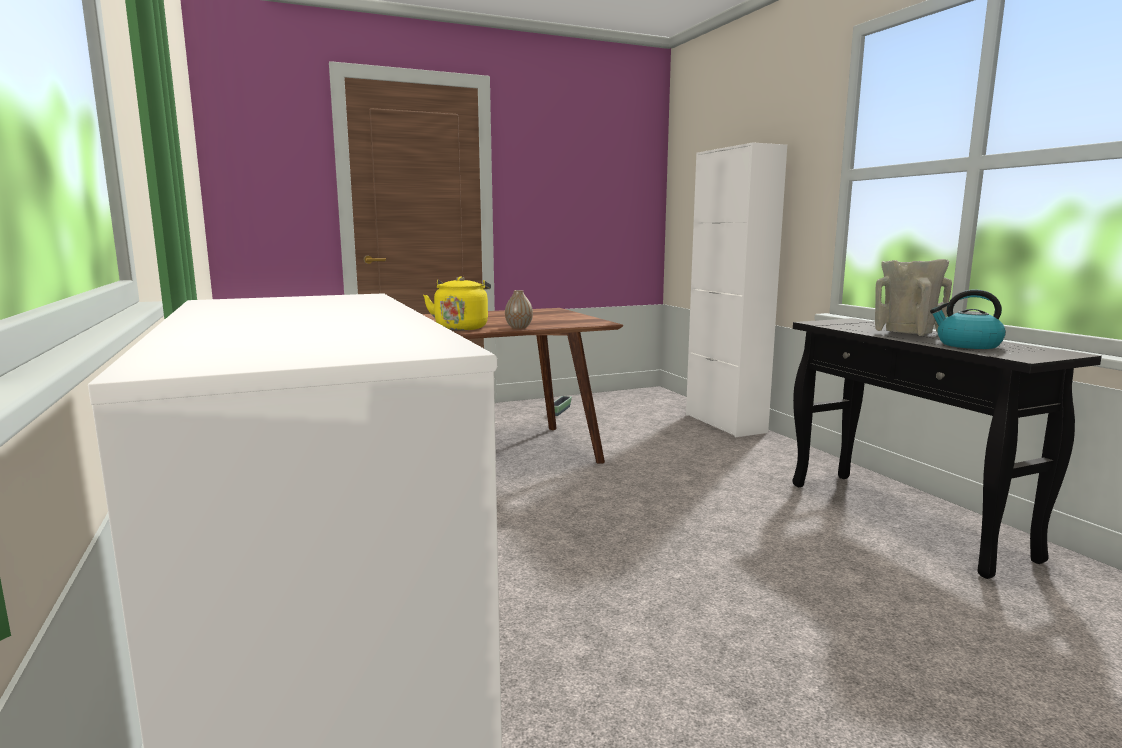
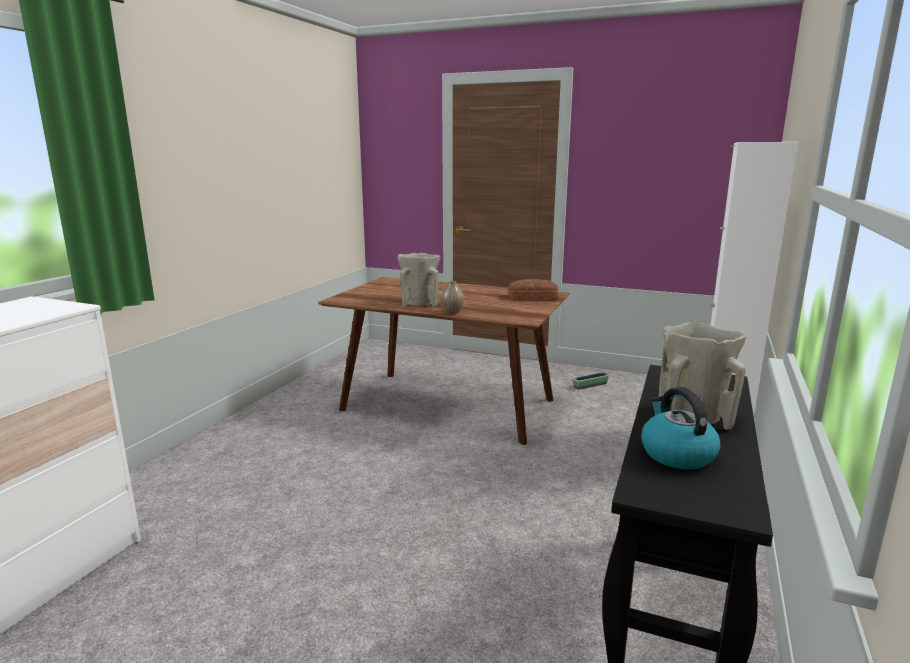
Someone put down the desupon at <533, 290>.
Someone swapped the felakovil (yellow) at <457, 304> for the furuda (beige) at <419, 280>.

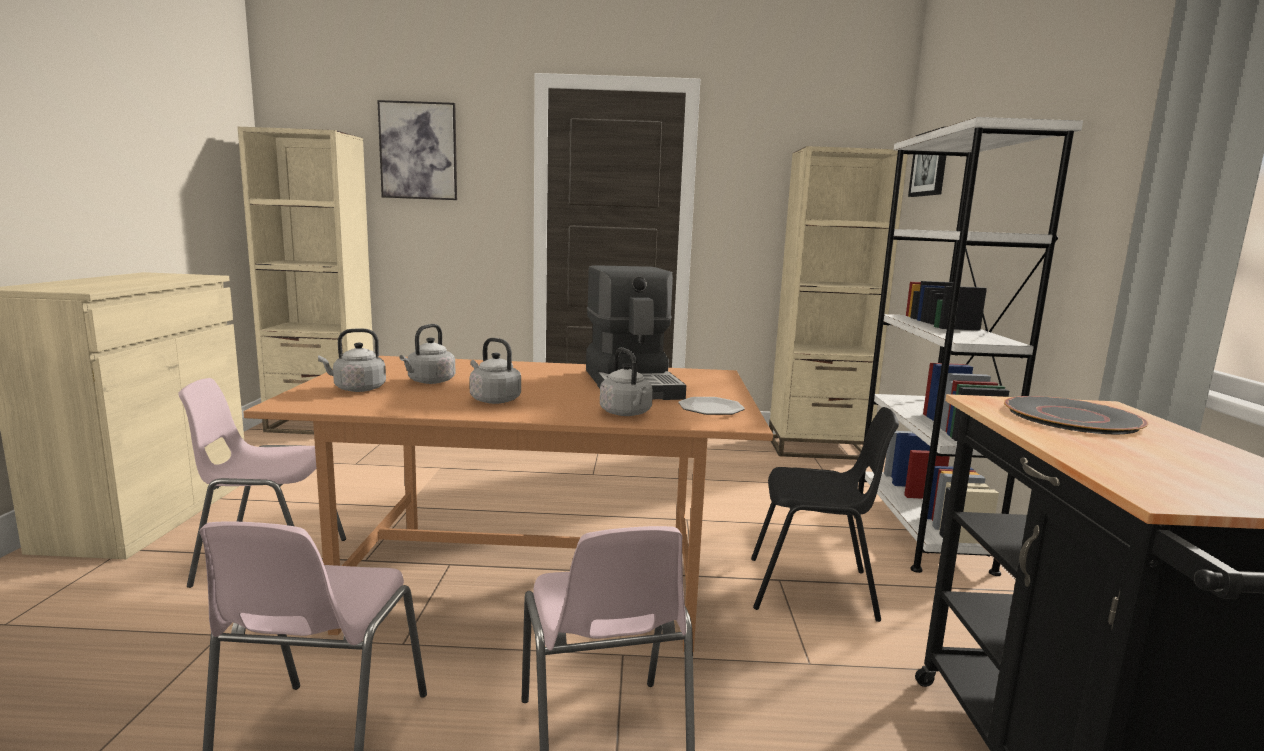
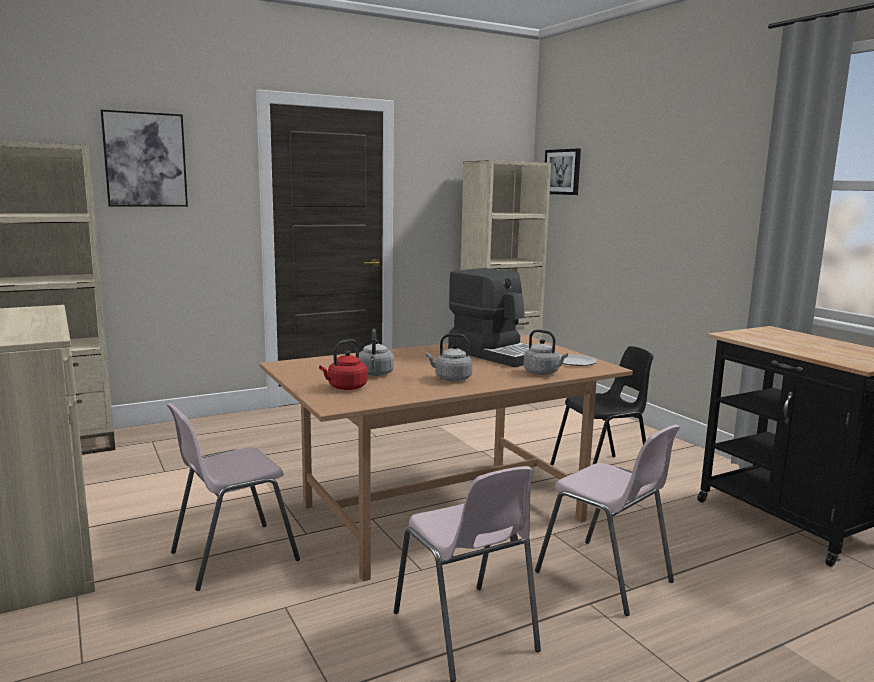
Someone took away the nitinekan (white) at <970, 346>.
Someone took away the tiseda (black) at <1076, 415>.
Someone repainted the felakovil (grey) at <352, 360>, which became the felakovil (red) at <343, 364>.

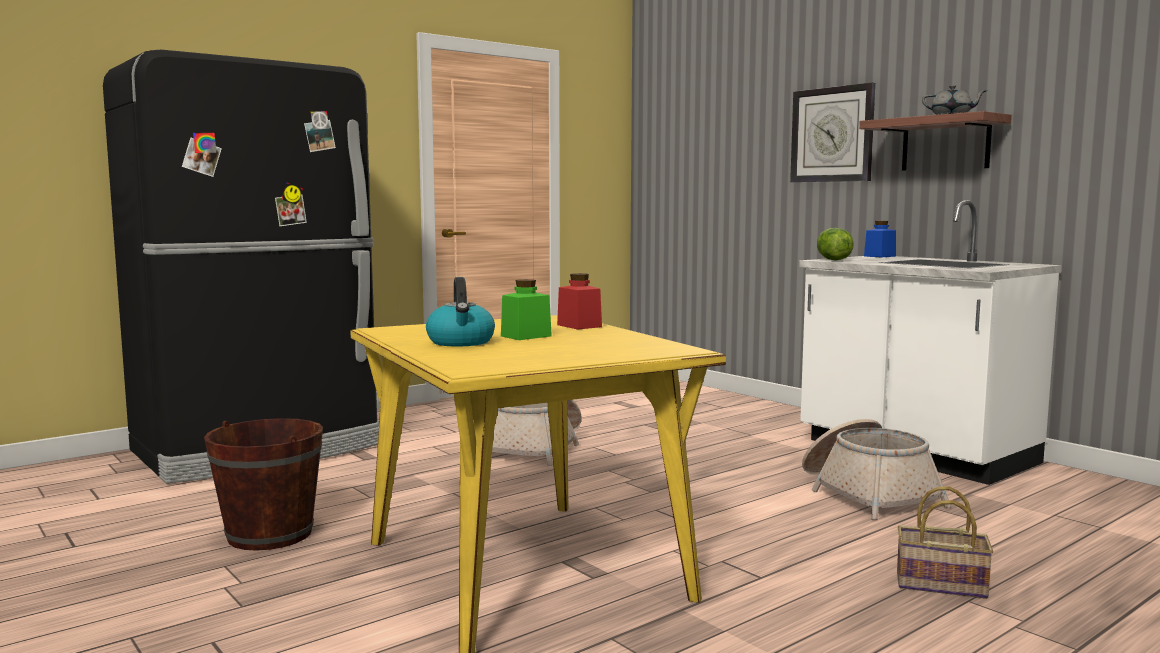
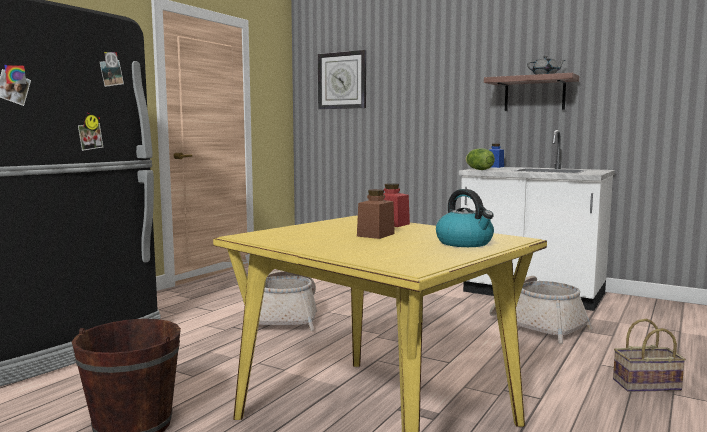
Someone carried the felakovil from <460, 312> to <465, 218>.
Someone carried the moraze from <832, 132> to <342, 79>.
Someone repainted the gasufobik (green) at <526, 309>, which became the gasufobik (brown) at <376, 214>.

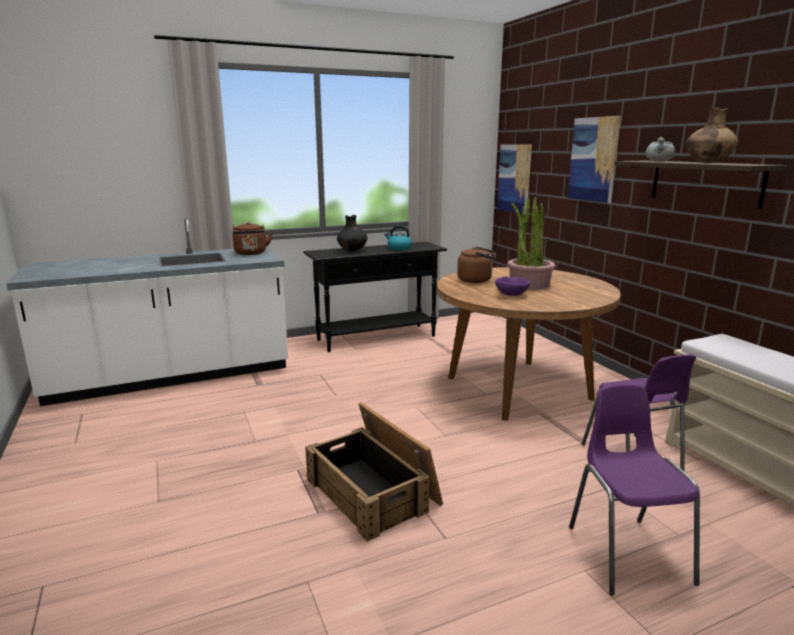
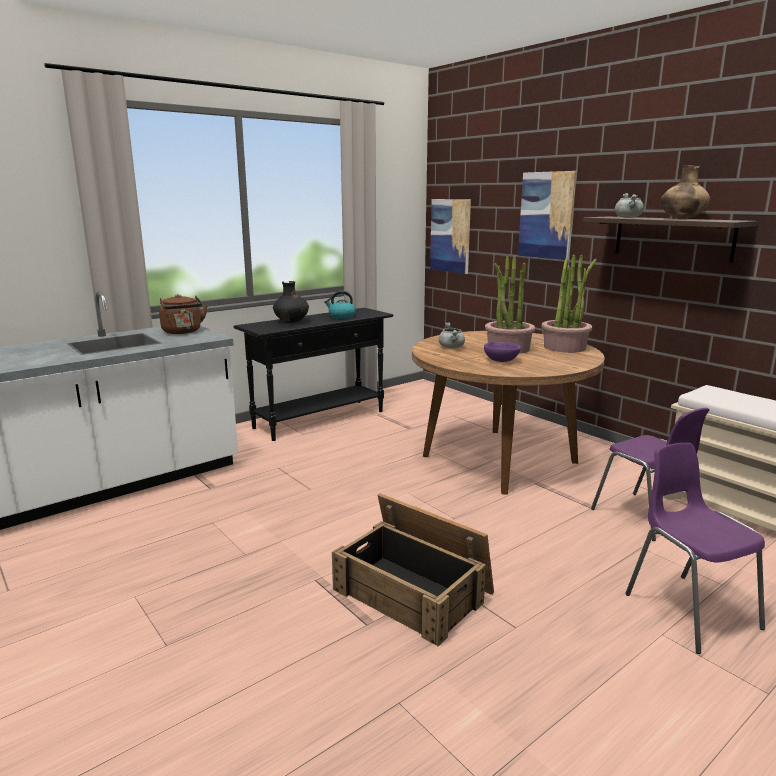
Someone put down the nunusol at <569, 303>.
Someone swapped the felakovil (brown) at <476, 265> for the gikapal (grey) at <451, 335>.

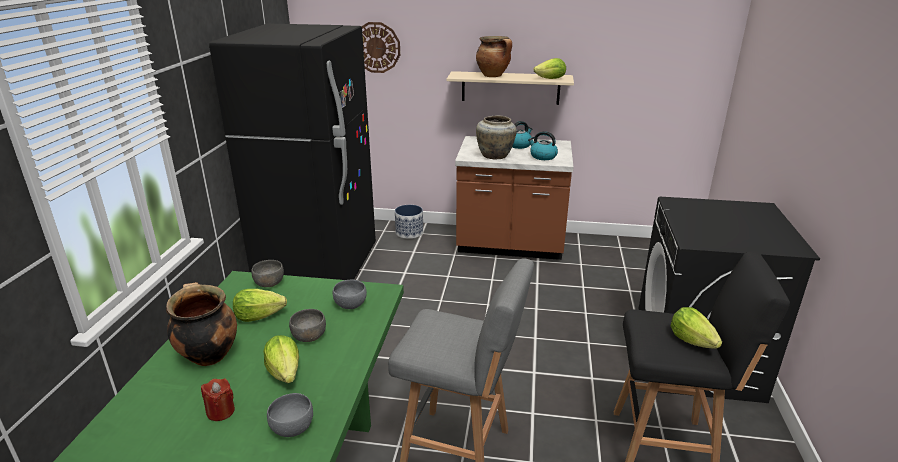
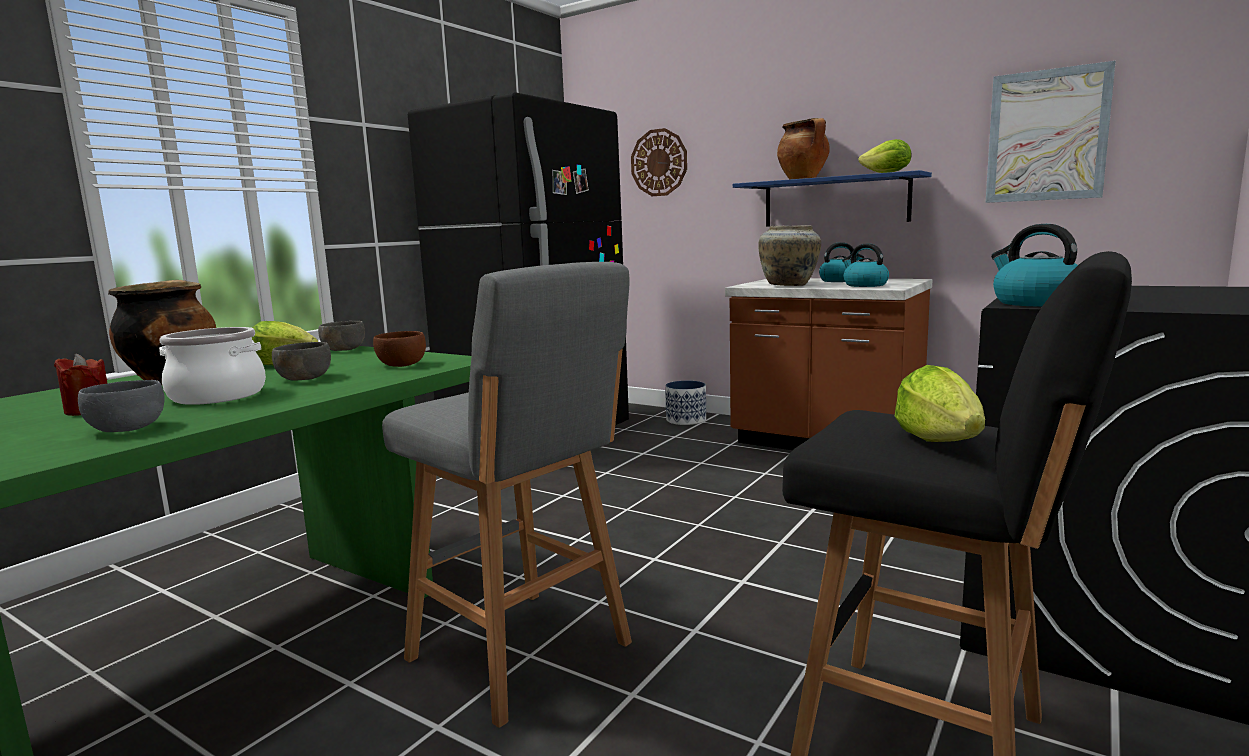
Someone put up the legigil at <1050, 132>.
Someone put down the felakovil at <1034, 265>.
Someone swapped the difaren at <281, 359> for the gikapal at <212, 366>.
Someone repainted the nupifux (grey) at <350, 294>, which became the nupifux (brown) at <399, 349>.
Someone repainted the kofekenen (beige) at <510, 88>, which became the kofekenen (blue) at <832, 198>.

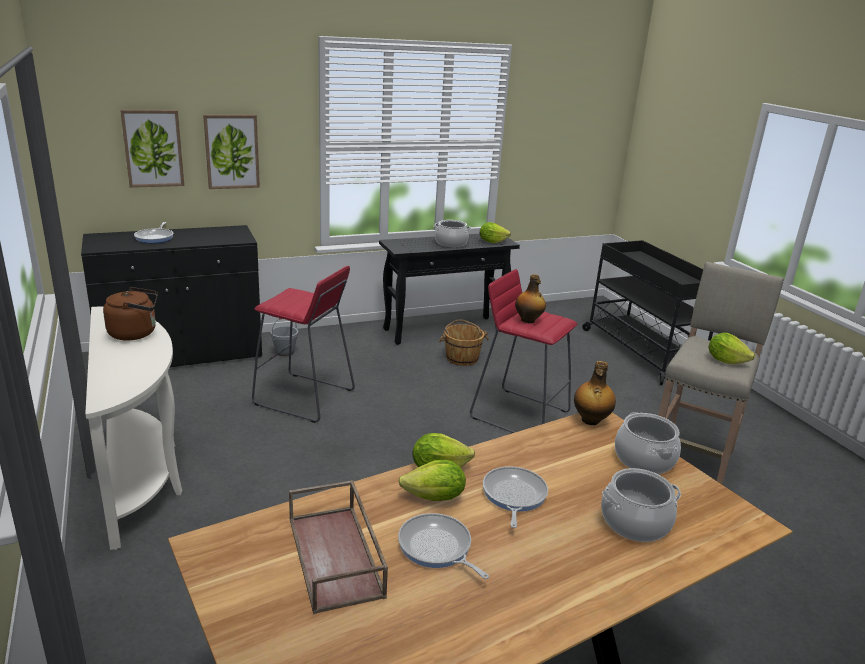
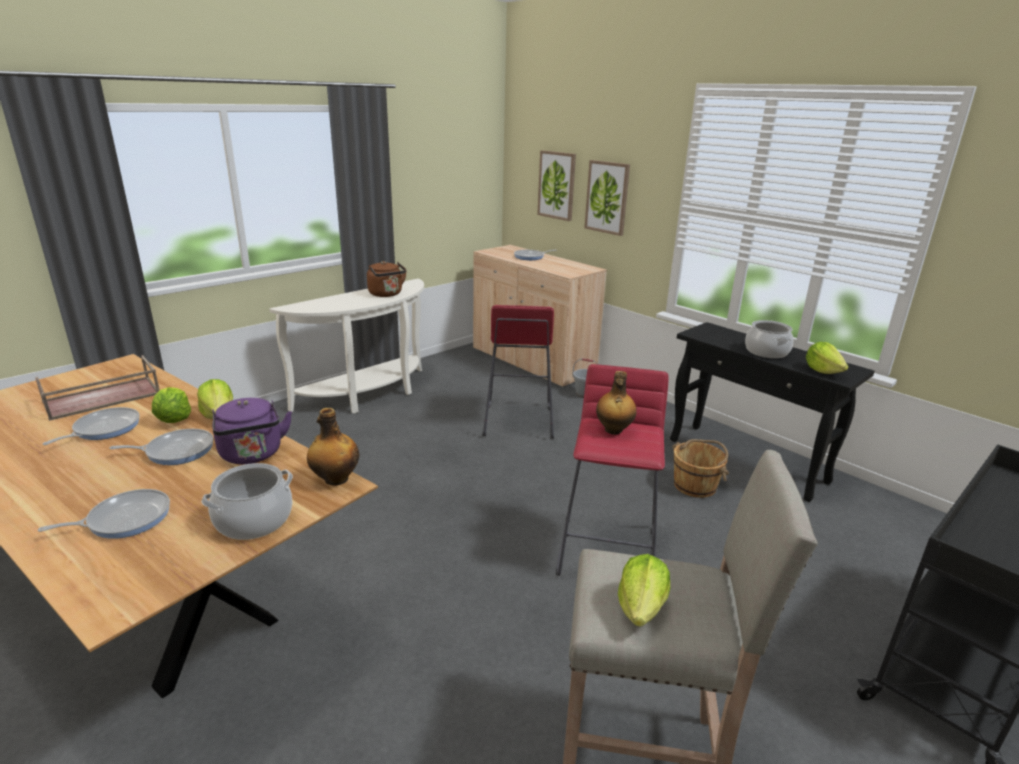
Someone put down the felakovil (purple) at <252, 431>.
Someone swapped the gikapal at <641, 505> for the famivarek at <104, 514>.
Someone repainted the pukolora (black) at <171, 296>, which became the pukolora (beige) at <540, 316>.

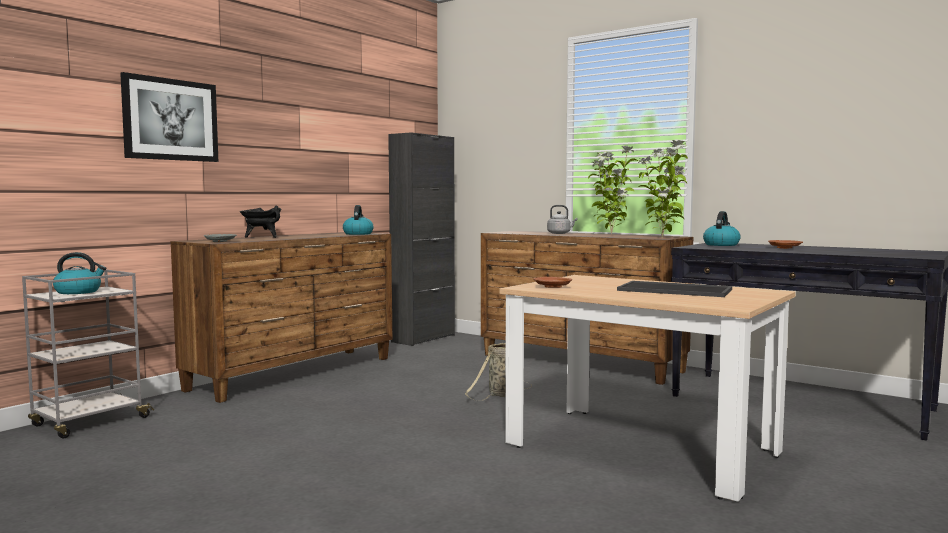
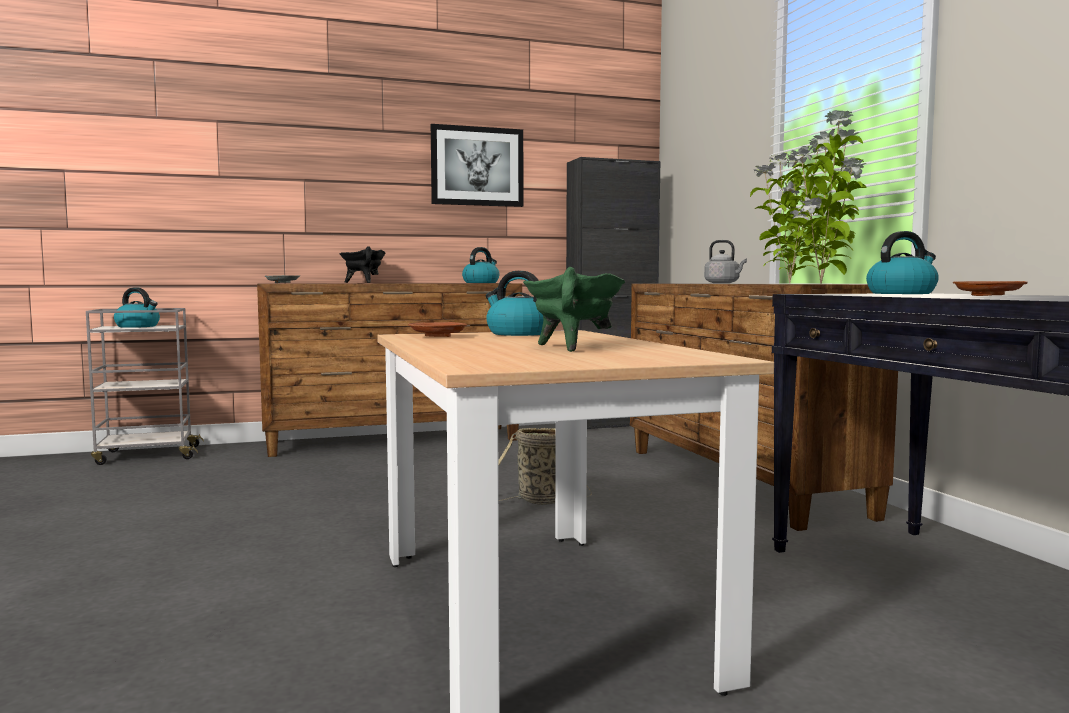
Someone put down the felakovil at <514, 303>.
Someone carried the legigil from <169, 117> to <477, 165>.
Someone swapped the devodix at <674, 289> for the gikapal (green) at <574, 309>.

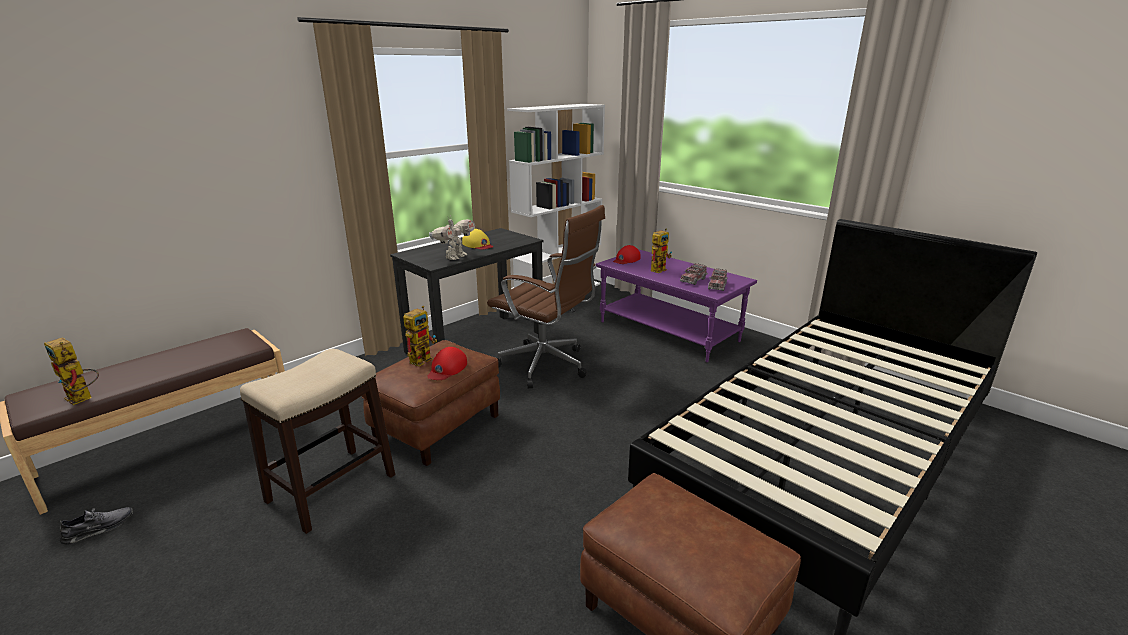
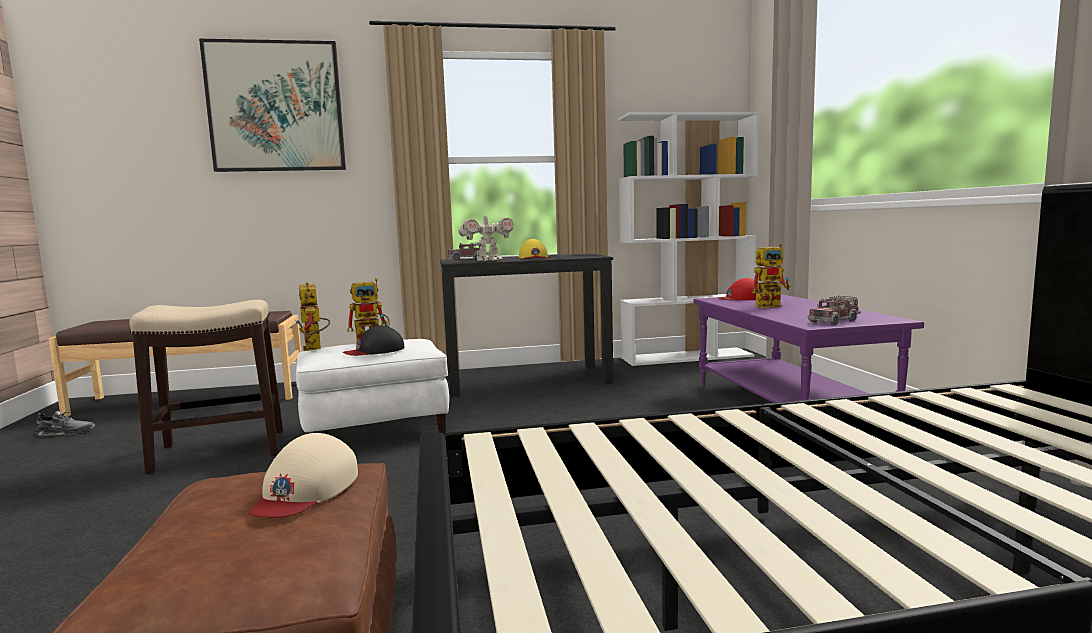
Someone took away the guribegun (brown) at <546, 297>.
Someone put up the legigil at <272, 105>.
Someone put down the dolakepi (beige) at <303, 475>.
Someone carried the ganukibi from <71, 371> to <312, 316>.
Someone carried the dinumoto from <694, 274> to <467, 251>.
Someone repainted the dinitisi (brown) at <431, 403>, which became the dinitisi (white) at <372, 387>.
Someone repainted the dolakepi (red) at <447, 363>, which became the dolakepi (black) at <374, 340>.

